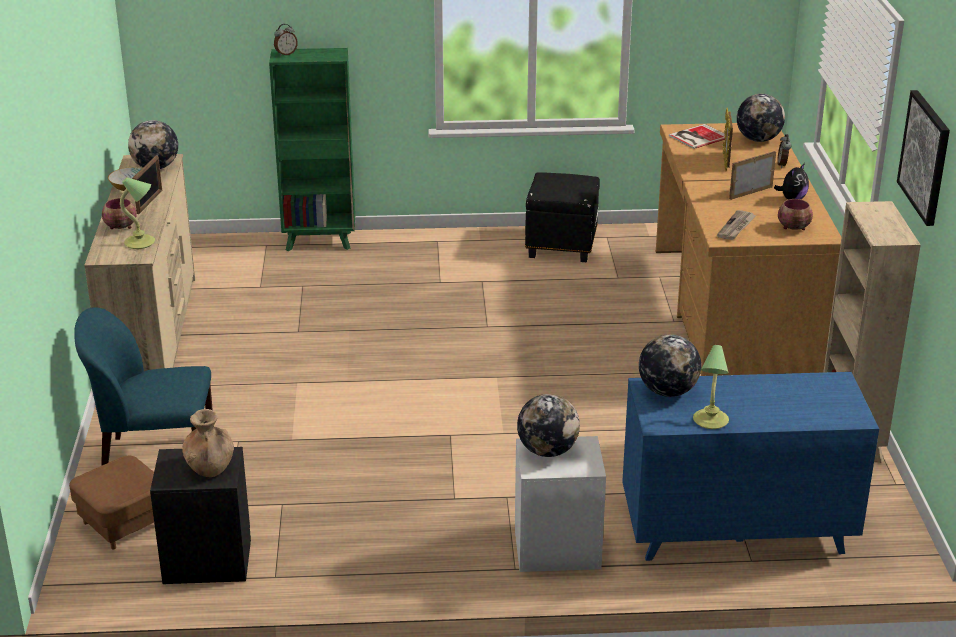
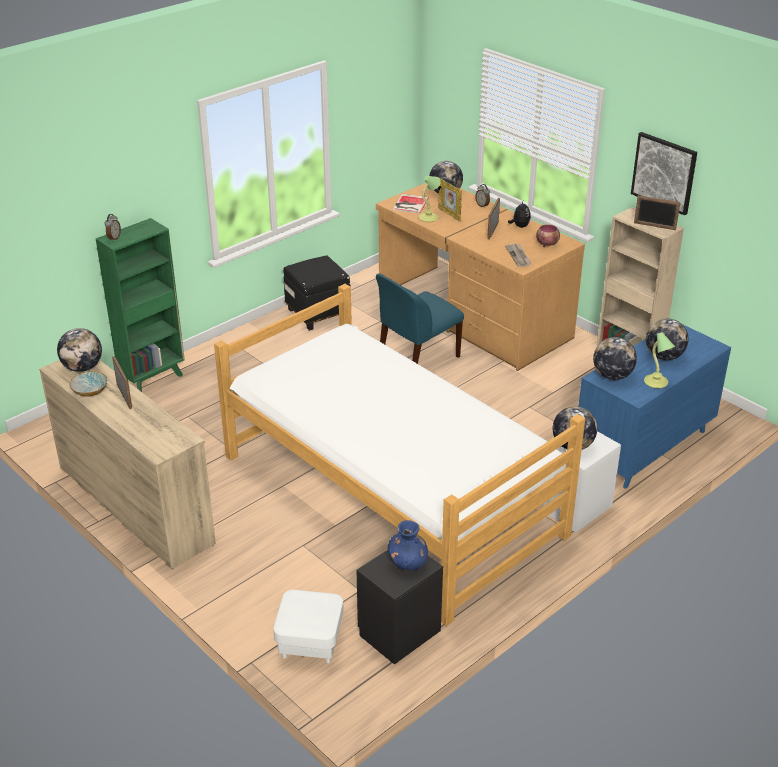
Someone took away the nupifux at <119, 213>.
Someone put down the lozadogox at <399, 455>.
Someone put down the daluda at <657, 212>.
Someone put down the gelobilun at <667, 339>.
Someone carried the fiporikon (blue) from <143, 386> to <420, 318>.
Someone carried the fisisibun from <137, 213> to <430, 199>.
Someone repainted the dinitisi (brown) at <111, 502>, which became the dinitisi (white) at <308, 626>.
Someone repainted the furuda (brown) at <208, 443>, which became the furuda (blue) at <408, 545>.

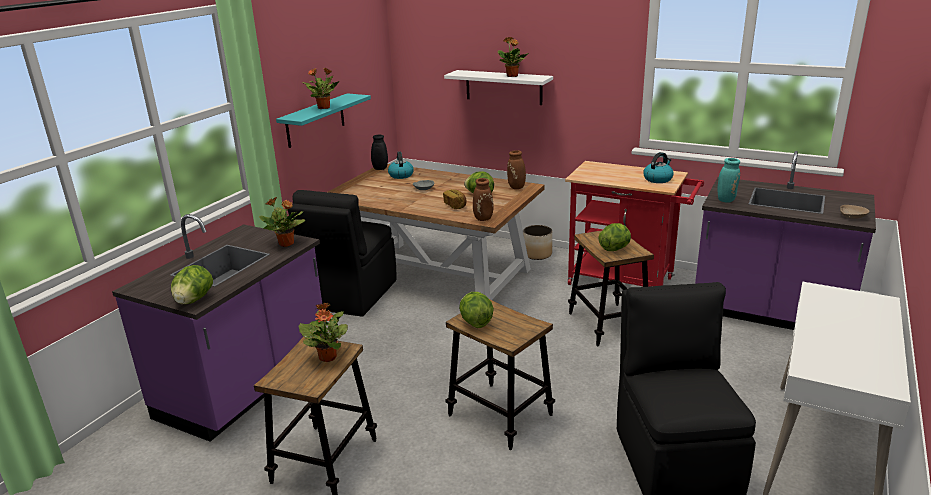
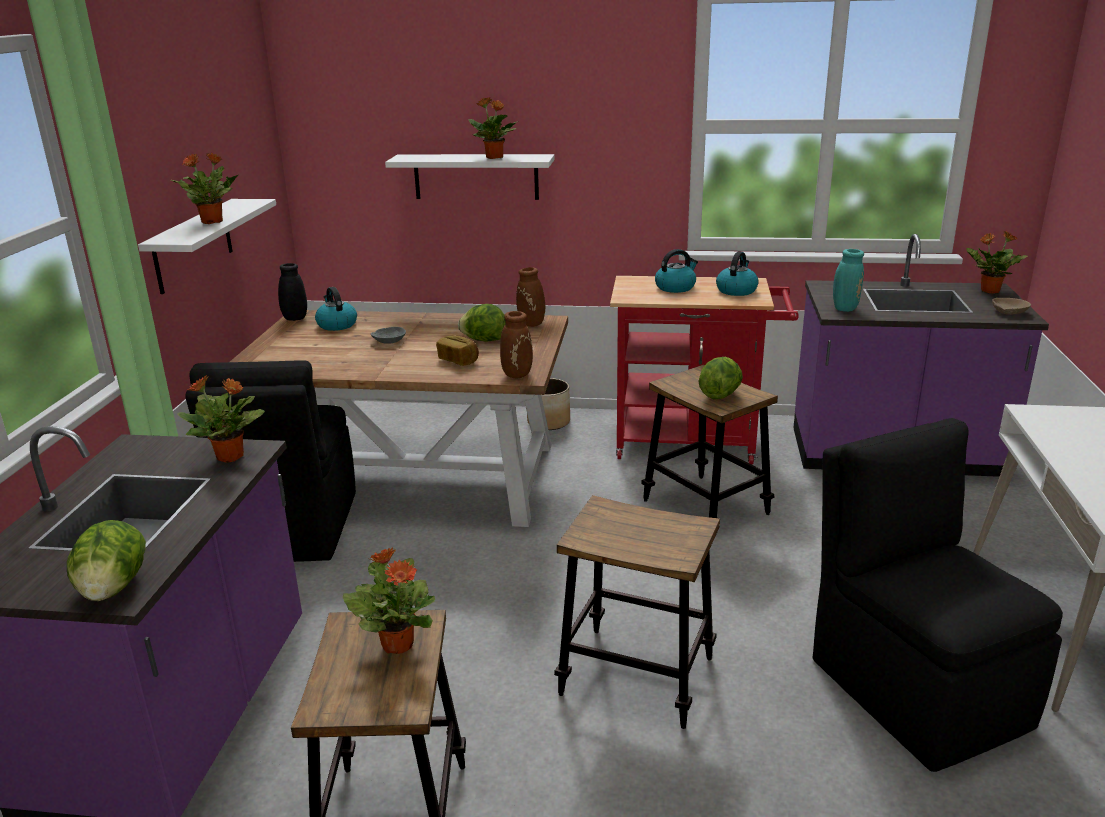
Someone took away the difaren at <476, 310>.
Someone put down the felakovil at <676, 271>.
Someone put down the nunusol at <997, 262>.
Someone repainted the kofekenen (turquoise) at <323, 120>, which became the kofekenen (white) at <207, 246>.

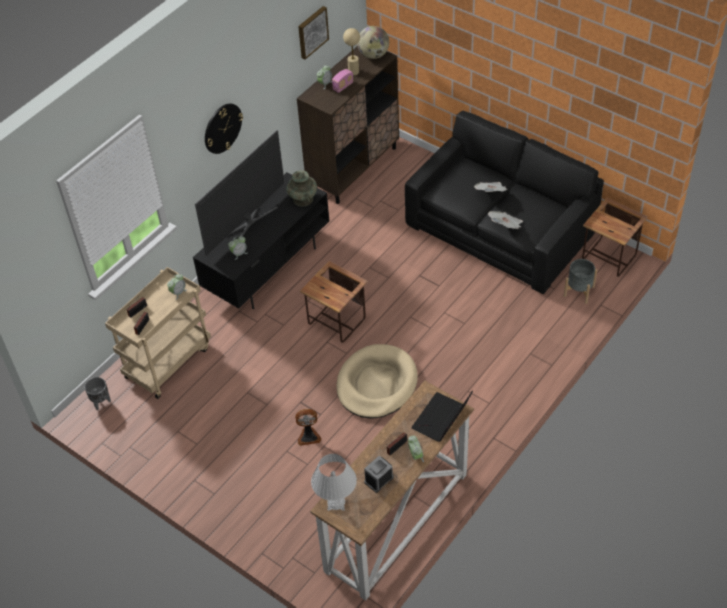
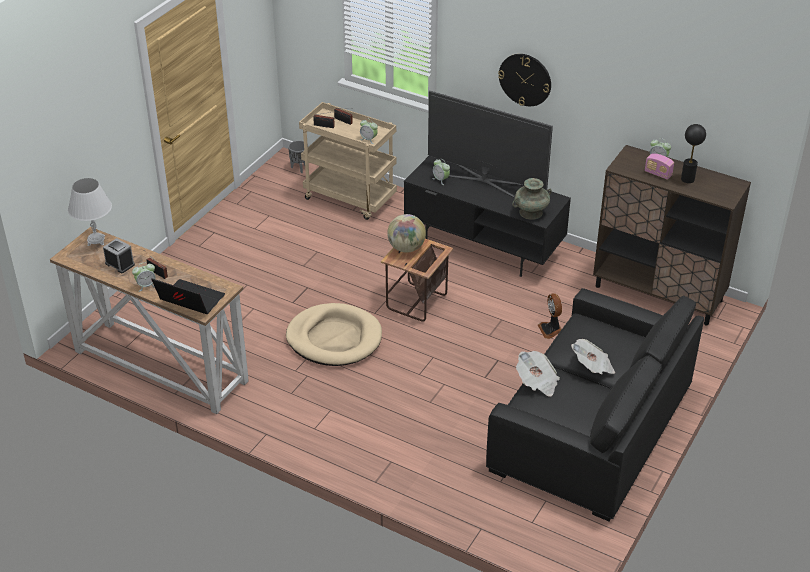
Someone took away the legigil at <313, 32>.
Someone took away the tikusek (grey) at <580, 281>.
Someone took away the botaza at <615, 237>.
Someone carried the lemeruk from <308, 427> to <550, 316>.
Someone carried the gelobilun from <373, 42> to <406, 233>.
Someone repainted the fisisibun (beige) at <351, 52>, which became the fisisibun (black) at <693, 153>.

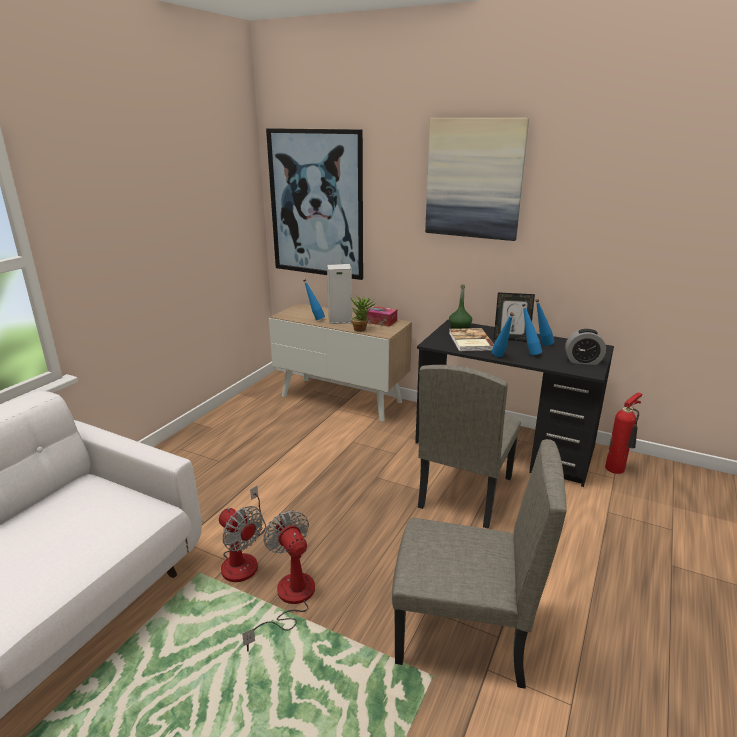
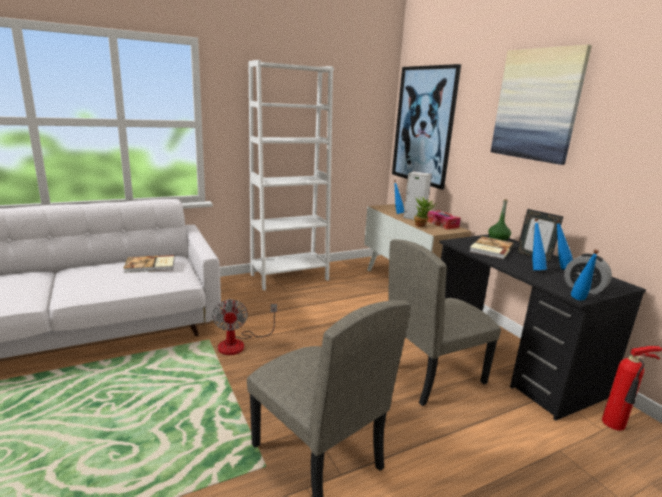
Someone took away the lemeruk at <278, 581>.
Someone put down the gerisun at <148, 264>.
Someone put down the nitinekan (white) at <291, 175>.
Someone carried the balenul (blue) from <503, 334> to <585, 275>.

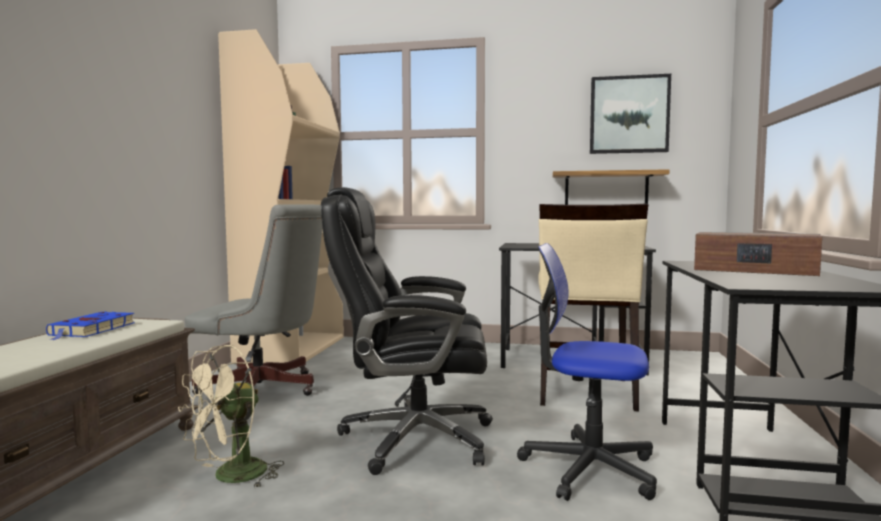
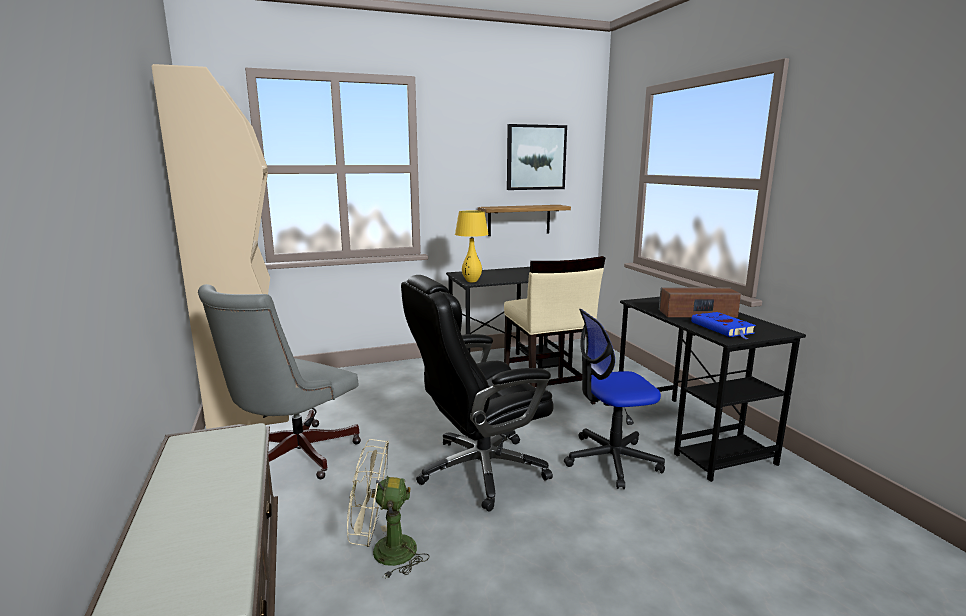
Someone put down the fisisibun (yellow) at <472, 246>.
Someone carried the gerisun (blue) from <90, 326> to <723, 325>.
Someone rotated the lemeruk (beige) at <231, 417> by 75 degrees clockwise.
Someone rotated the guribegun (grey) at <253, 300> by 135 degrees clockwise.

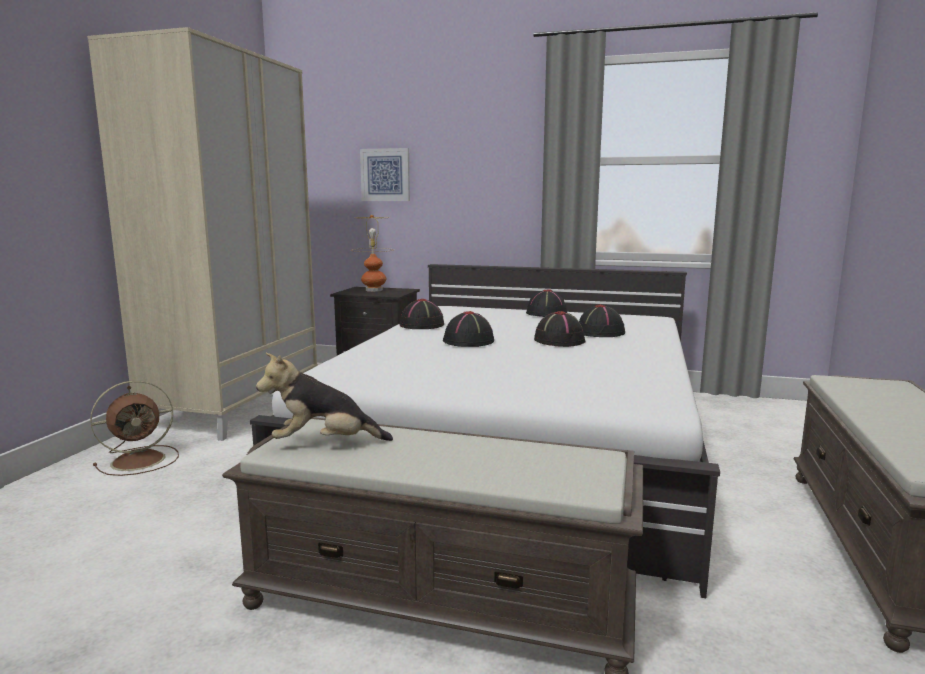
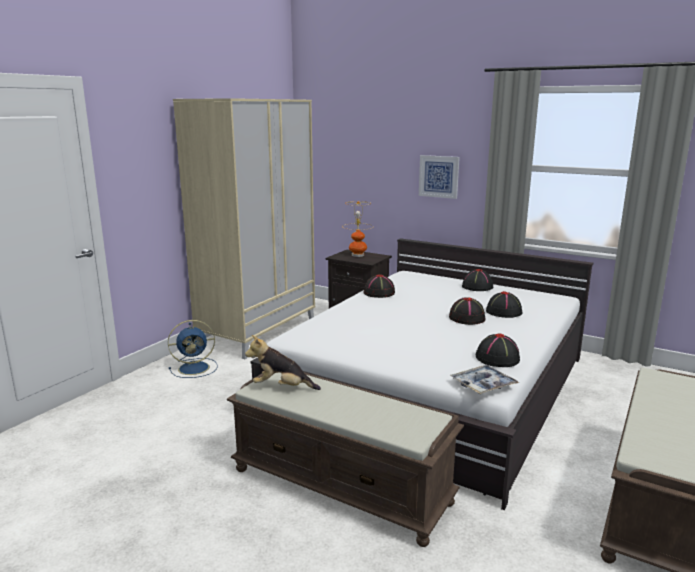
Someone put down the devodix at <484, 379>.
Someone carried the legigil from <385, 174> to <439, 177>.
Someone carried the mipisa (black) from <468, 329> to <498, 350>.
Someone repainted the lemeruk (brown) at <134, 428>, which became the lemeruk (blue) at <192, 349>.

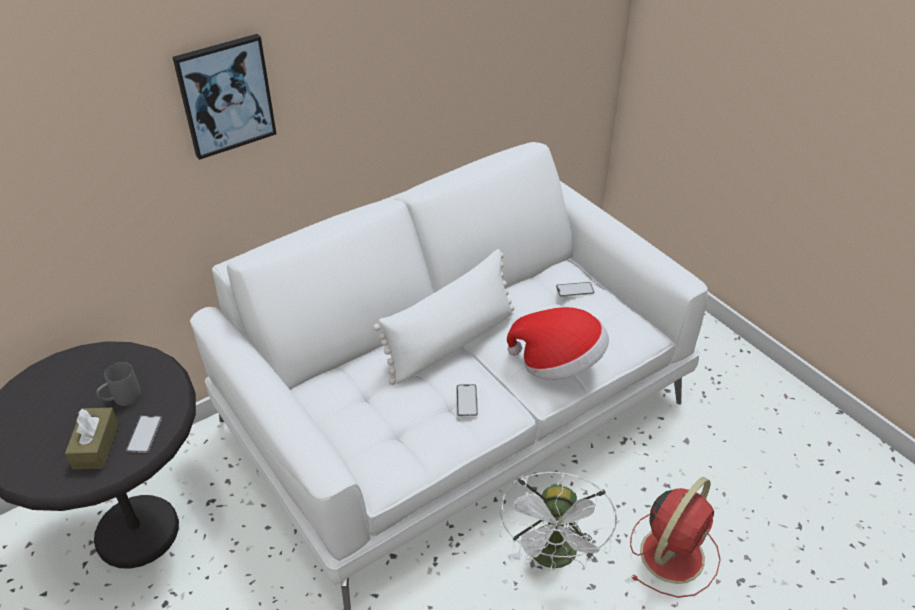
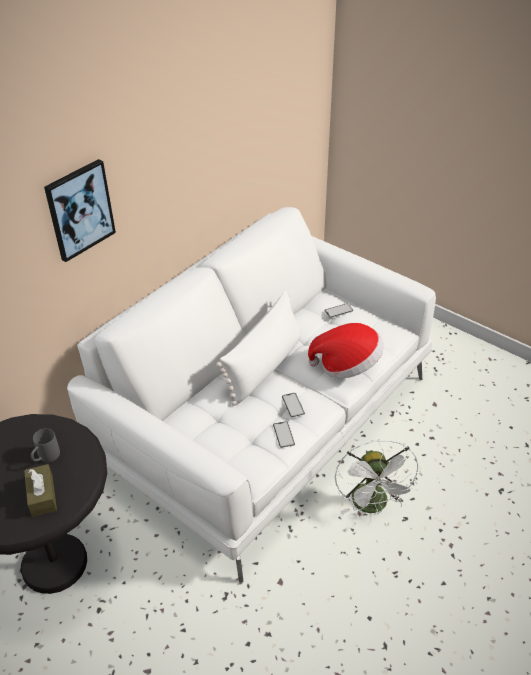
Someone took away the lemeruk (red) at <675, 537>.
Someone carried the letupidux from <144, 434> to <284, 434>.

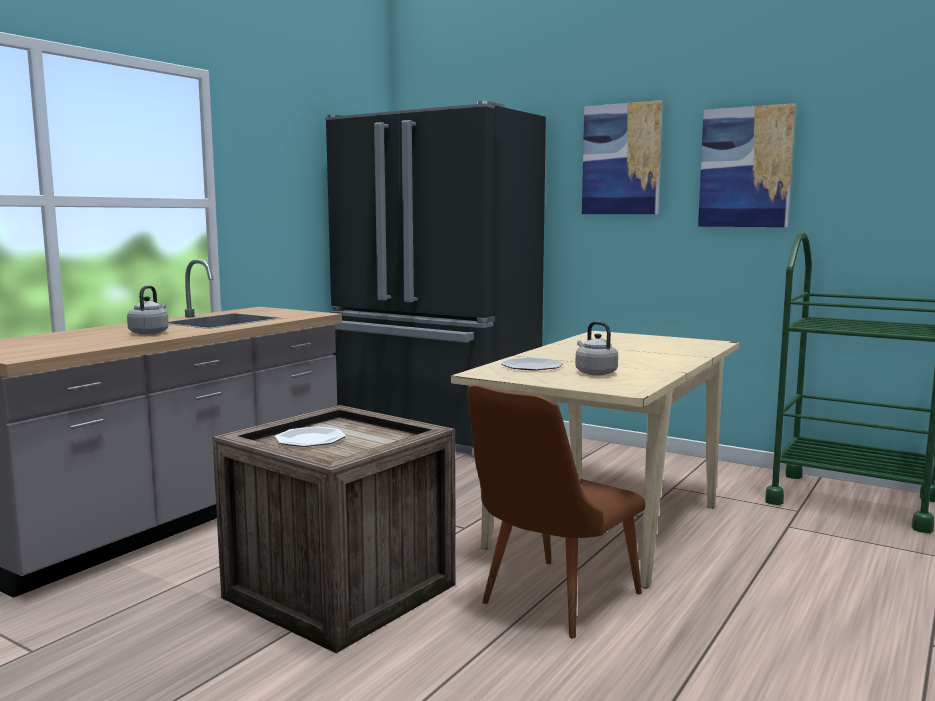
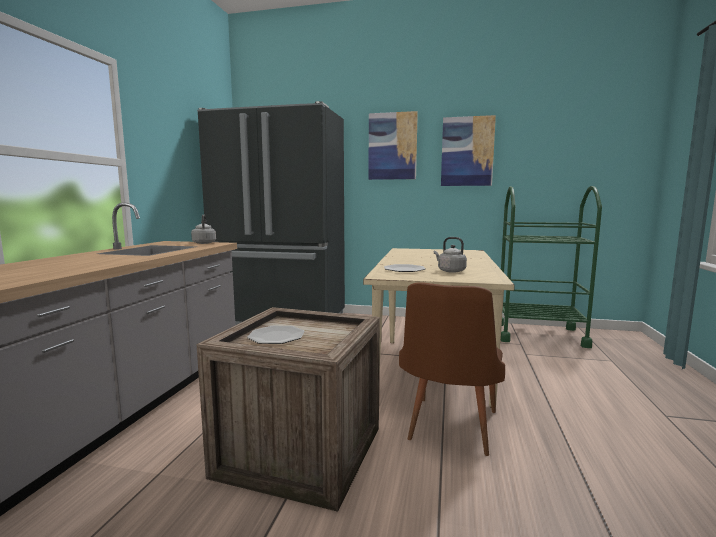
Someone carried the felakovil (grey) from <148, 310> to <203, 229>.

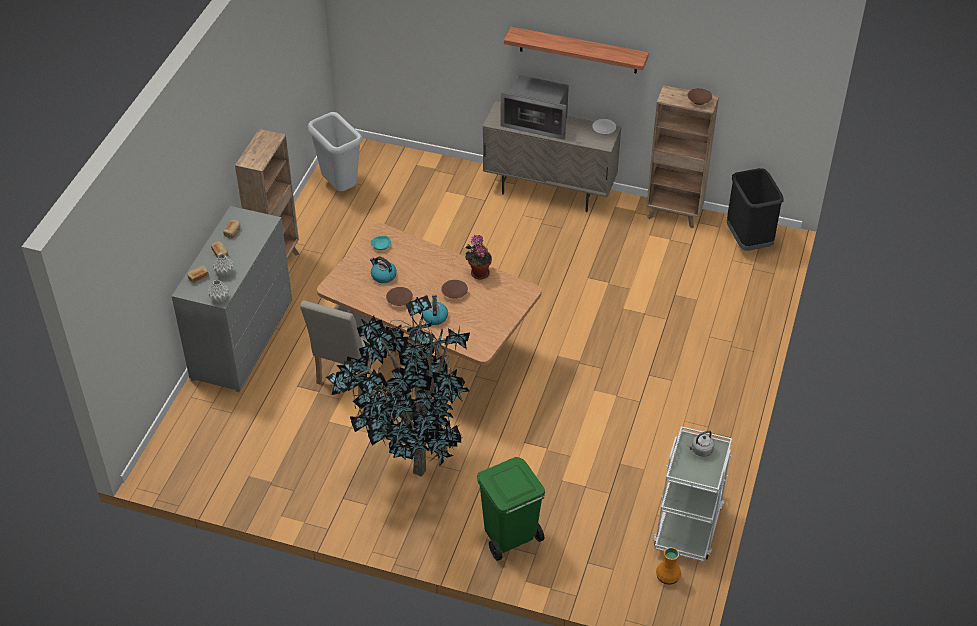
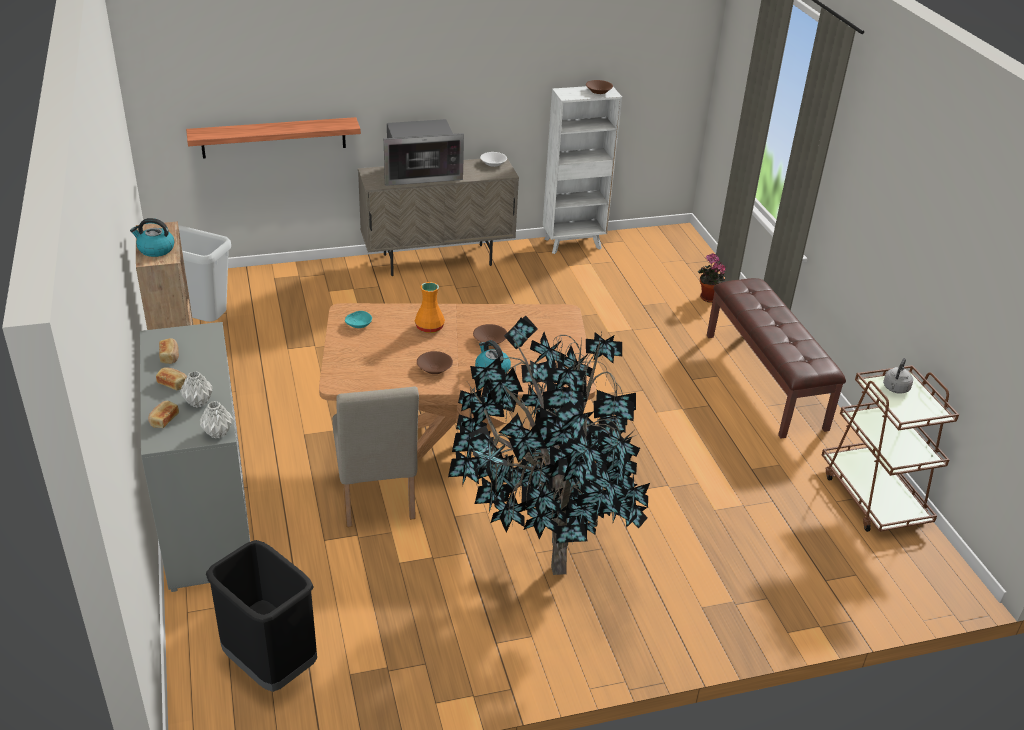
Someone took away the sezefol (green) at <511, 509>.
Someone put down the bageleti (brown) at <776, 358>.
Someone carried the felakovil from <383, 269> to <152, 237>.
Someone carried the nunusol from <478, 257> to <711, 278>.
Someone carried the kofekenen from <576, 50> to <273, 138>.
Someone carried the furuda (orange) from <668, 566> to <430, 307>.
Someone carried the sezefol (black) from <755, 209> to <261, 616>.
Someone repainted the nitinekan (brown) at <682, 156>, which became the nitinekan (white) at <582, 170>.
Someone repainted the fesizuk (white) at <692, 494>, which became the fesizuk (brown) at <890, 448>.

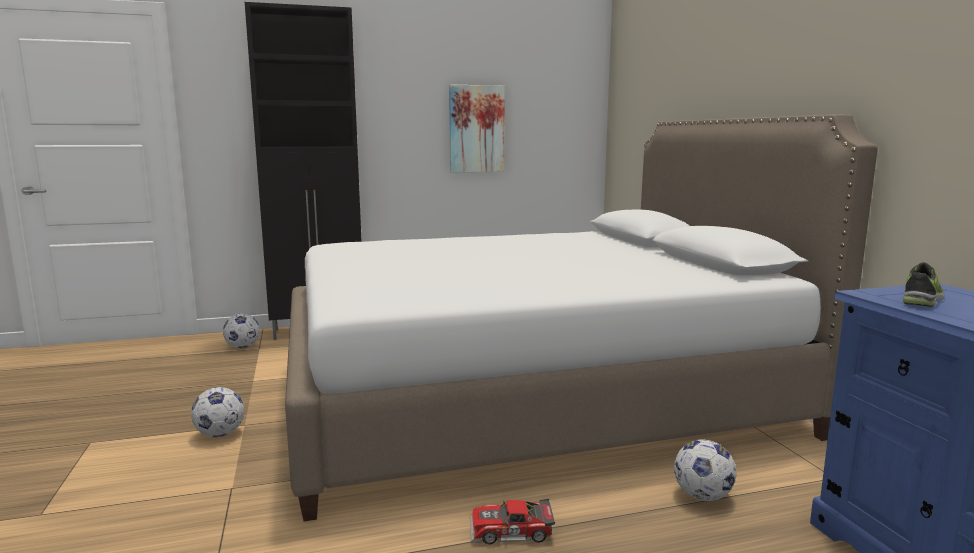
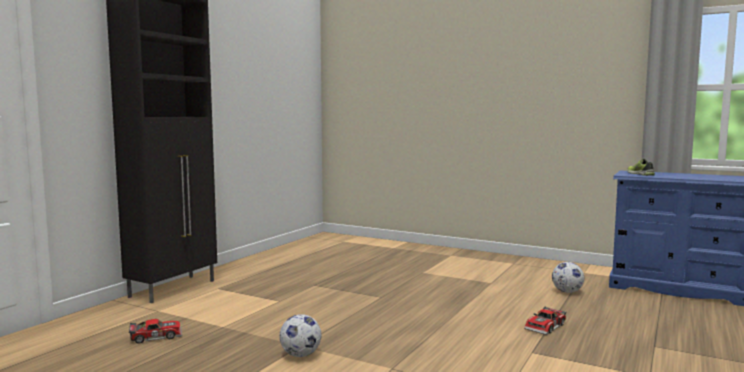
Someone took away the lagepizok at <241, 331>.
Someone took away the lozadogox (white) at <581, 317>.
Someone took away the legigil at <477, 128>.
Someone put down the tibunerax at <155, 331>.

